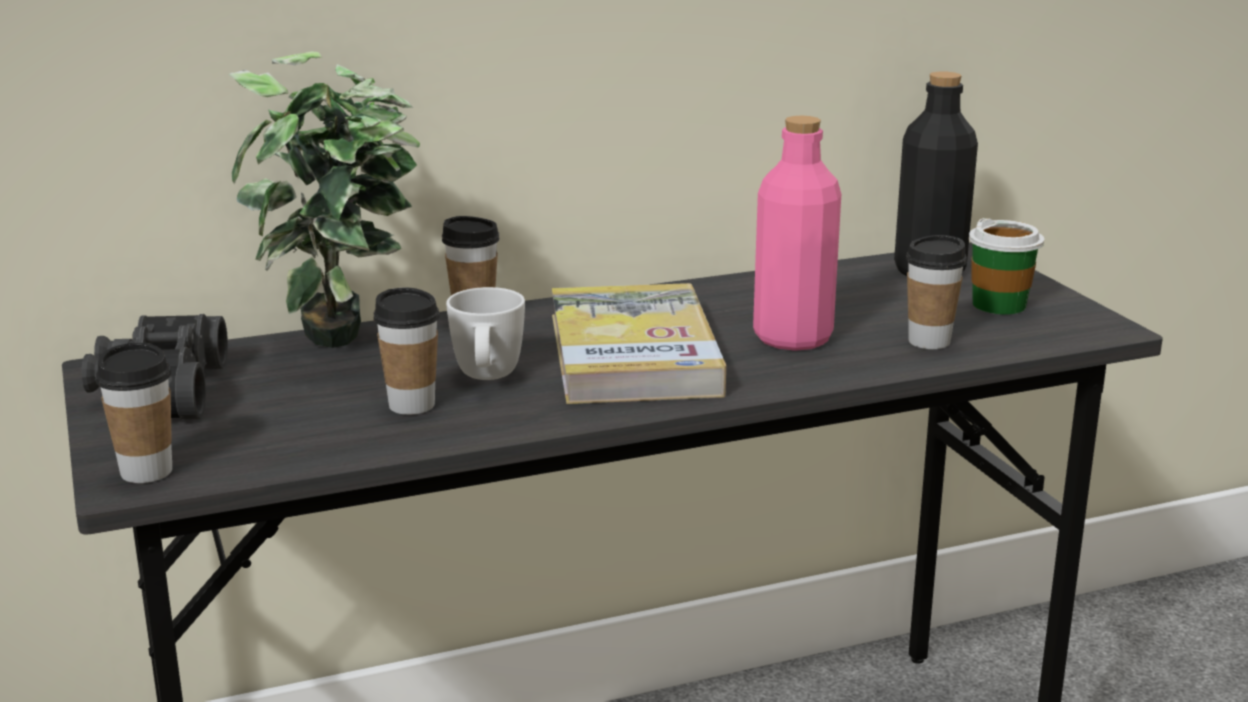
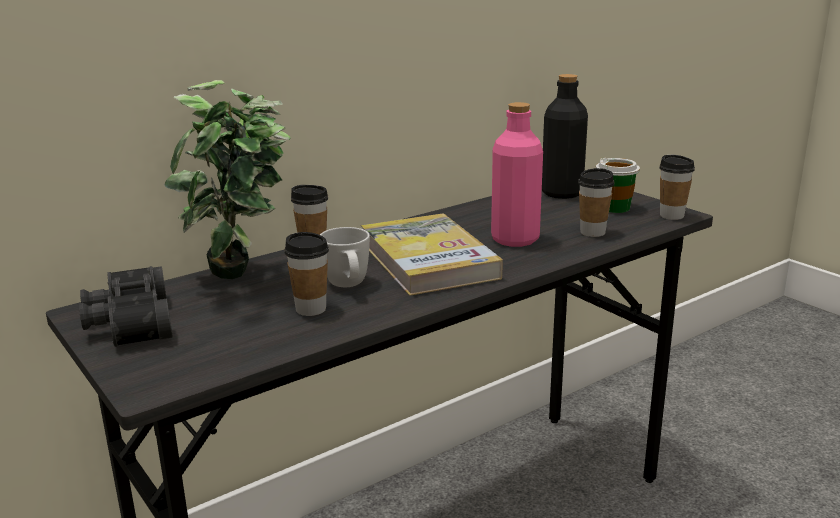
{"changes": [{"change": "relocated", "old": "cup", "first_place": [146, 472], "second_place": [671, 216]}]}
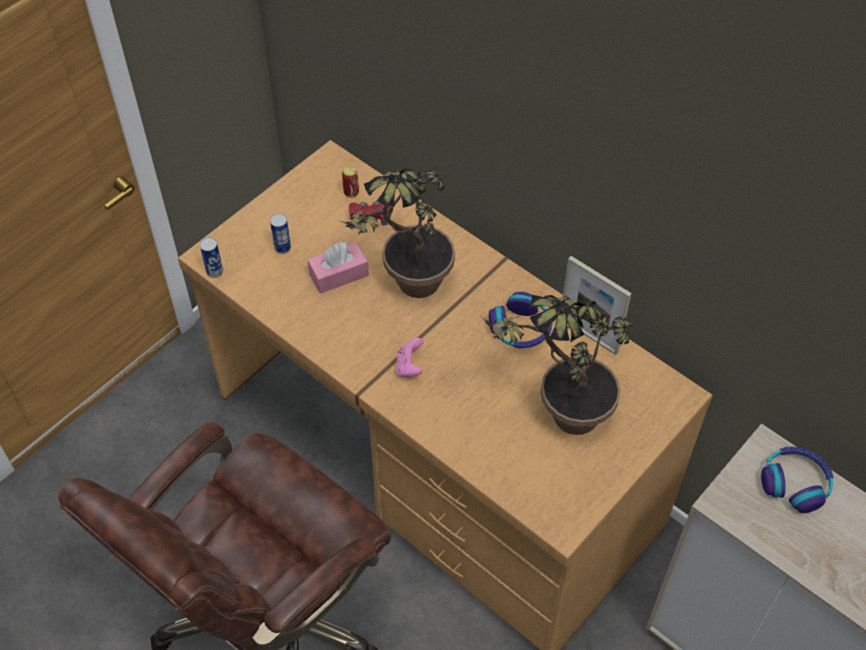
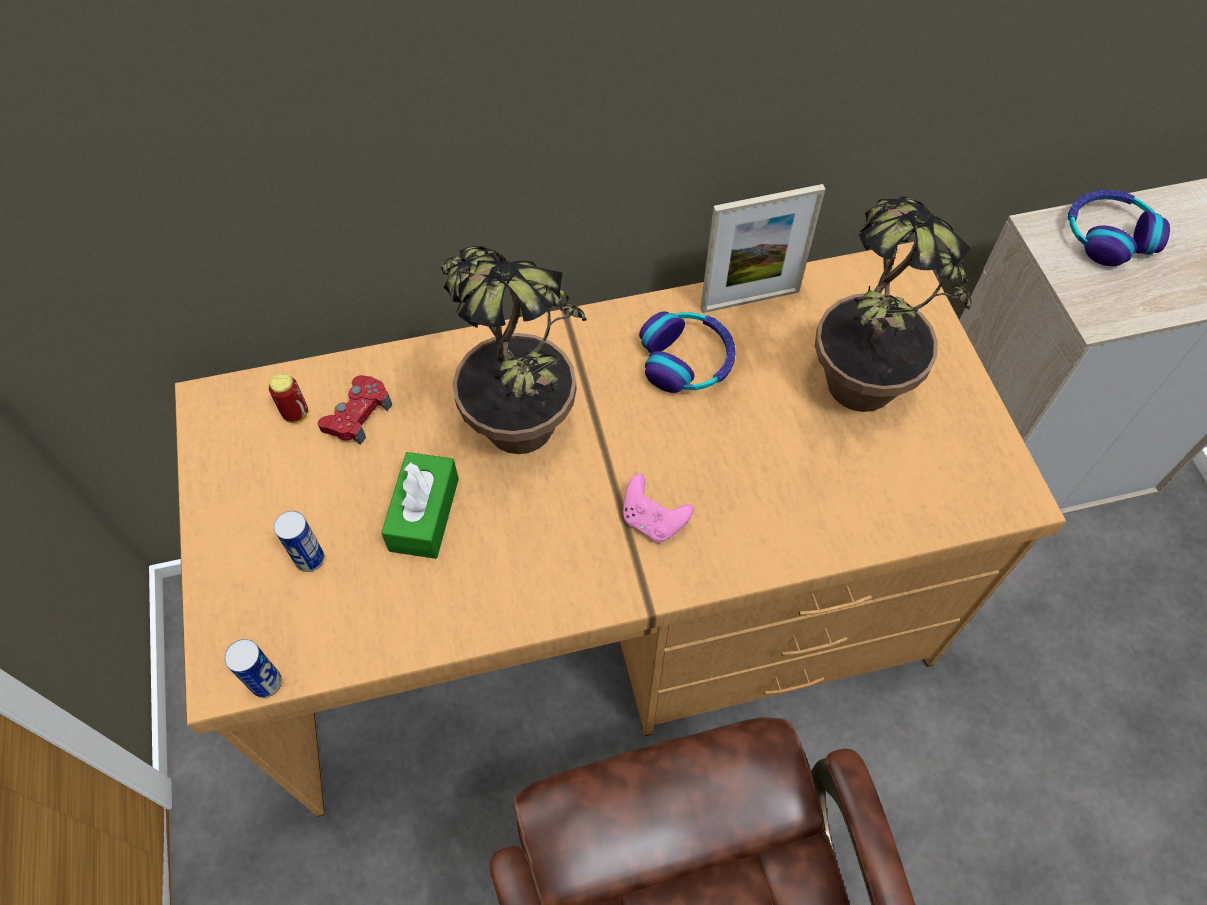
{"changes": [{"change": "colour", "old": "pink tissue box", "new": "green tissue box", "first_place": [339, 274], "second_place": [424, 514]}]}
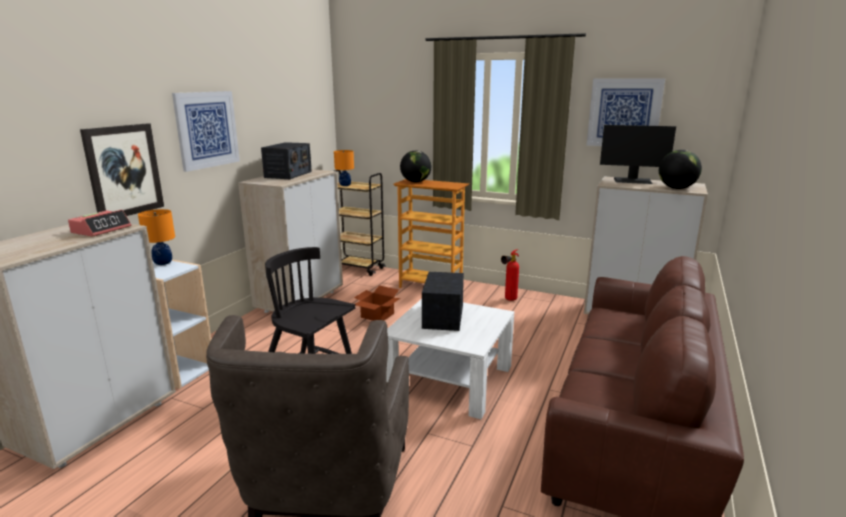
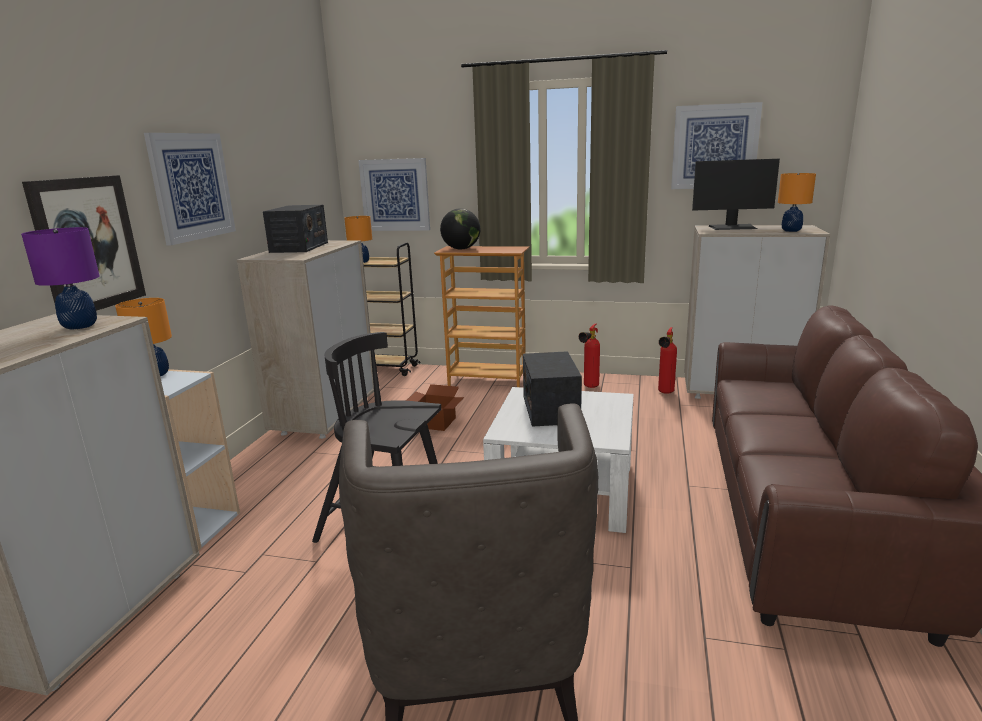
{"changes": [{"change": "exchanged", "old": "alarm clock", "new": "purple table lamp", "first_place": [101, 229], "second_place": [80, 326]}, {"change": "exchanged", "old": "globe", "new": "orange table lamp", "first_place": [676, 188], "second_place": [790, 231]}, {"change": "appeared", "new": "picture", "second_place": [395, 195]}, {"change": "appeared", "new": "fire extinguisher", "second_place": [664, 393]}]}
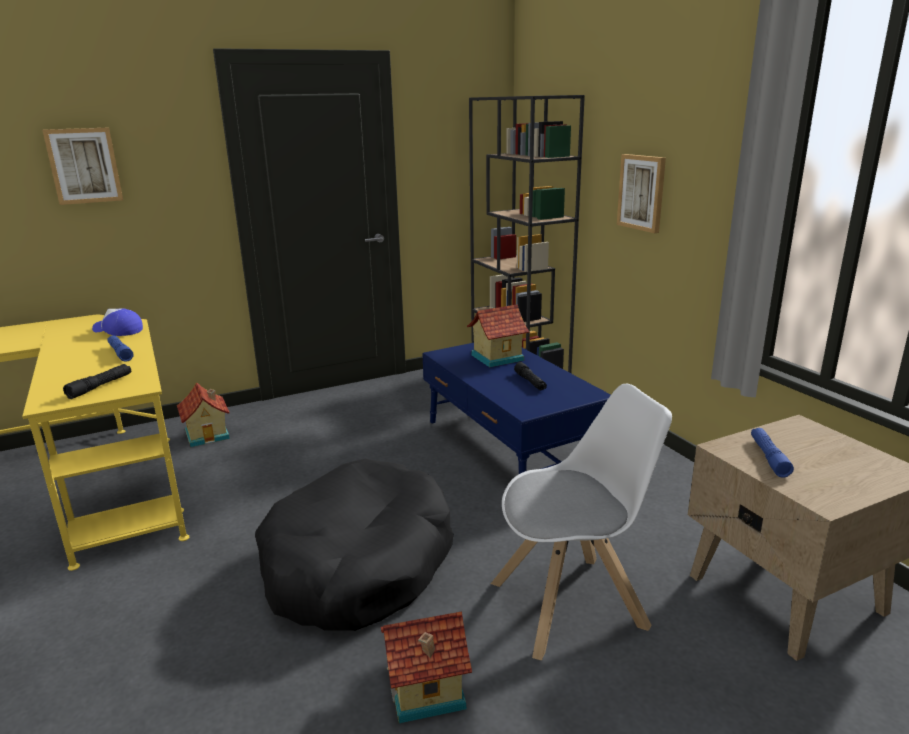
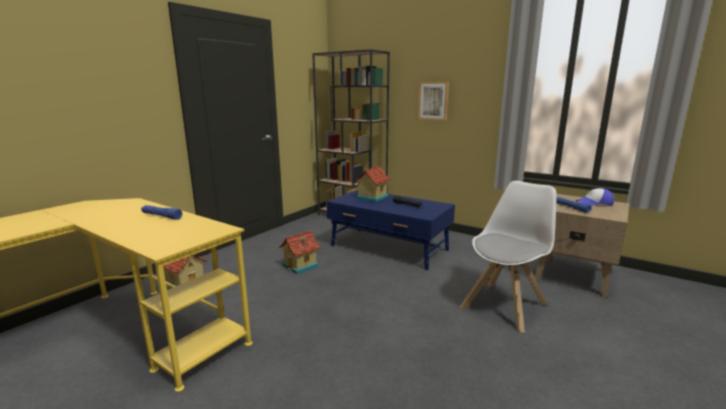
{"changes": [{"change": "missing", "old": "picture", "first_place": [84, 165]}, {"change": "missing", "old": "black flashlight", "first_place": [100, 386]}, {"change": "relocated", "old": "cap", "first_place": [118, 330], "second_place": [594, 203]}, {"change": "missing", "old": "black dog bed", "first_place": [358, 564]}, {"change": "relocated", "old": "toy house", "first_place": [427, 690], "second_place": [301, 266]}]}
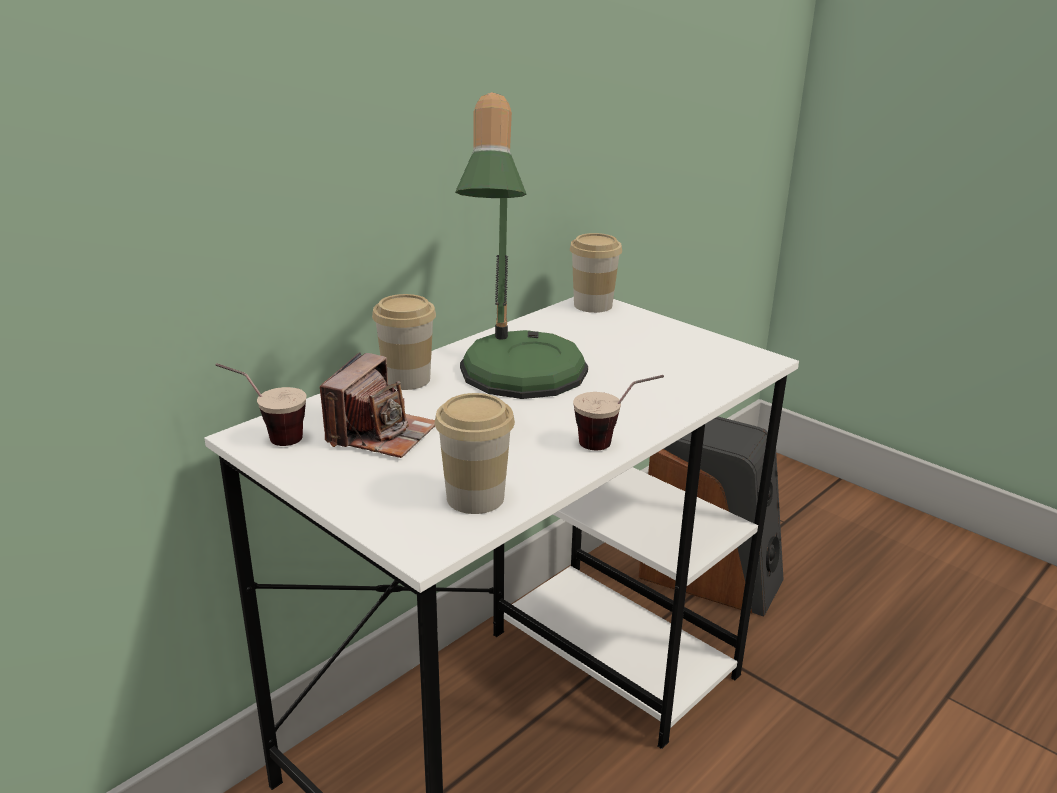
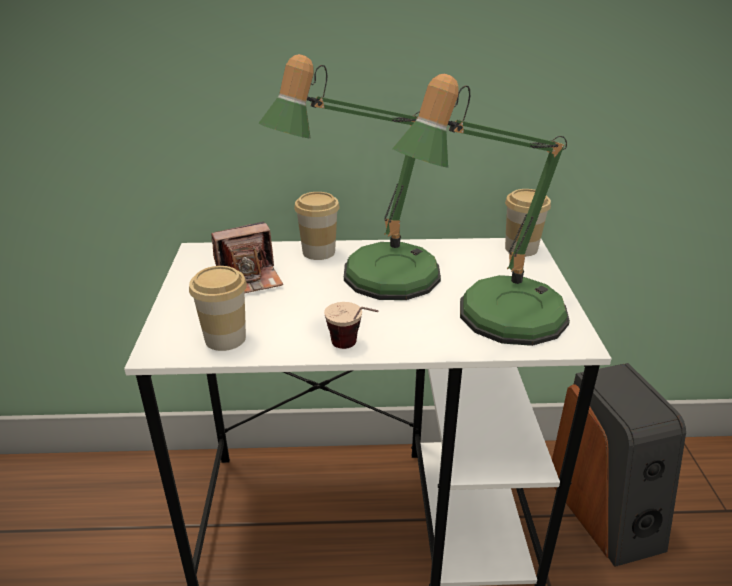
{"changes": [{"change": "missing", "old": "cup", "first_place": [267, 438]}, {"change": "appeared", "new": "table lamp", "second_place": [495, 318]}]}
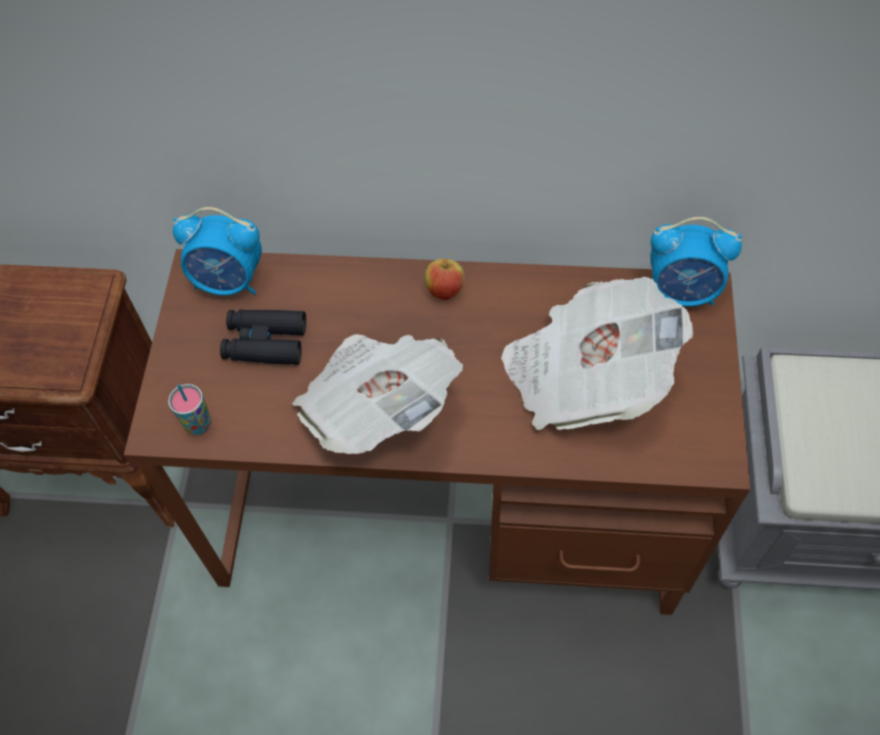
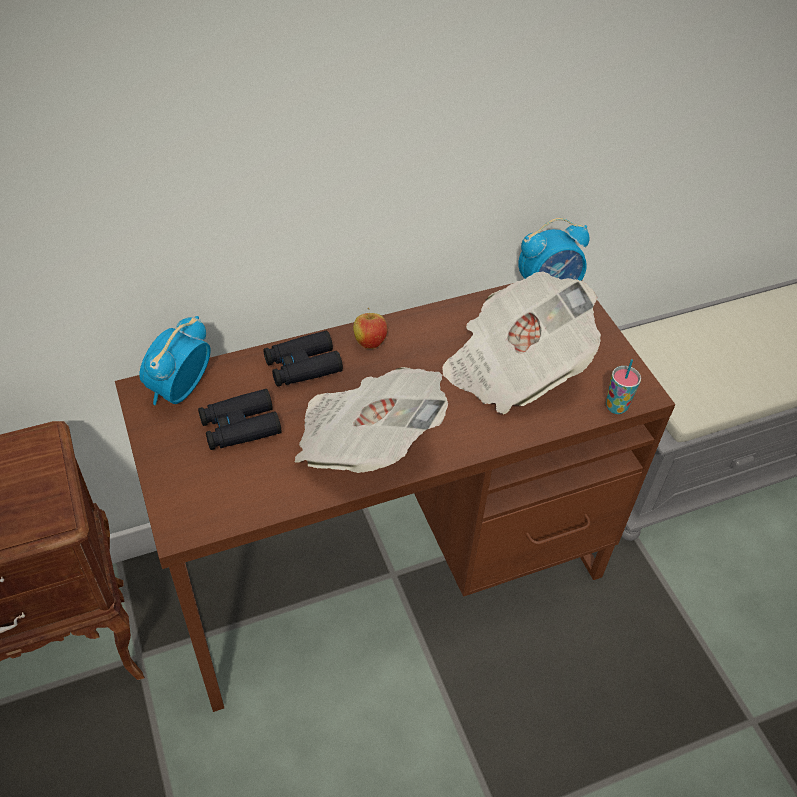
{"changes": [{"change": "relocated", "old": "cup", "first_place": [198, 424], "second_place": [616, 407]}, {"change": "spun", "old": "alarm clock", "first_place": [229, 281], "second_place": [180, 390], "degrees": 135}, {"change": "appeared", "new": "black binoculars", "second_place": [302, 366]}]}
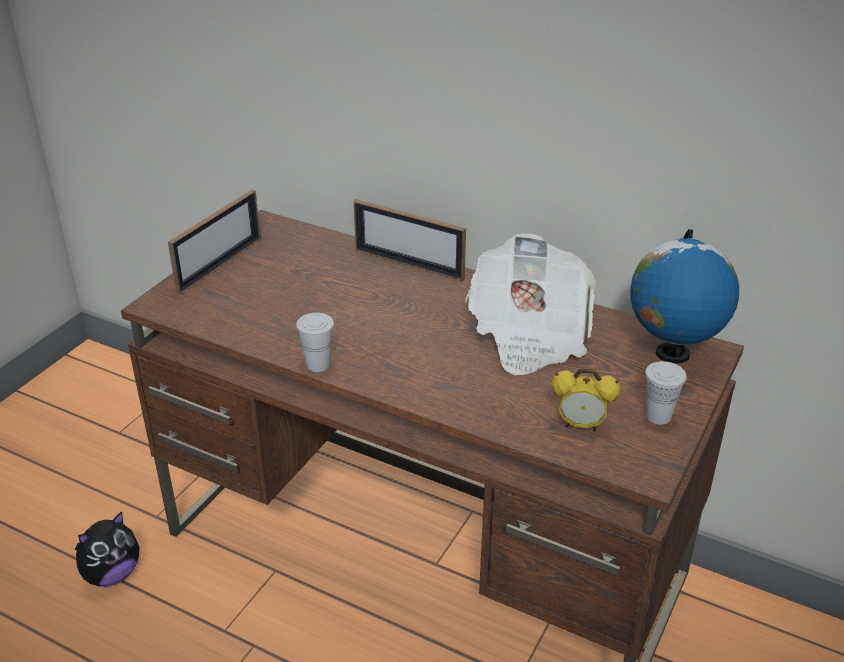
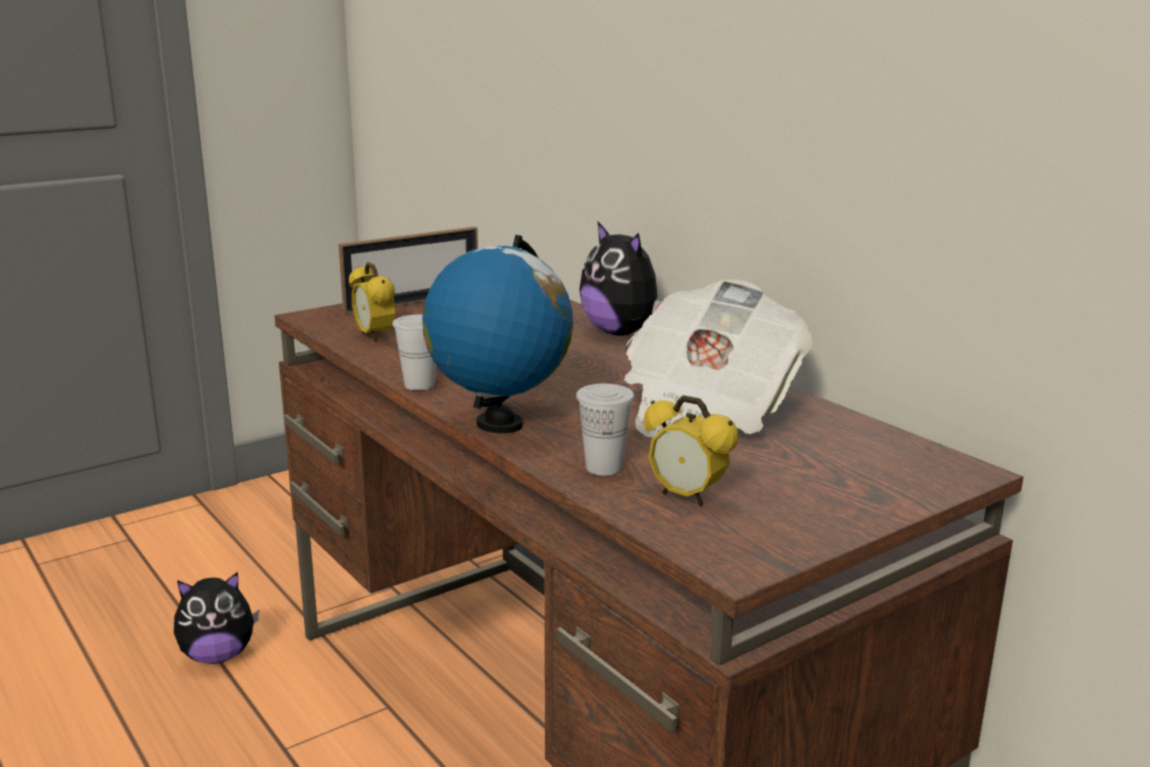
{"changes": [{"change": "exchanged", "old": "picture frame", "new": "plush toy", "first_place": [409, 264], "second_place": [622, 332]}, {"change": "relocated", "old": "globe", "first_place": [672, 354], "second_place": [499, 424]}, {"change": "relocated", "old": "white cup", "first_place": [658, 416], "second_place": [603, 467]}, {"change": "appeared", "new": "alarm clock", "second_place": [374, 336]}]}
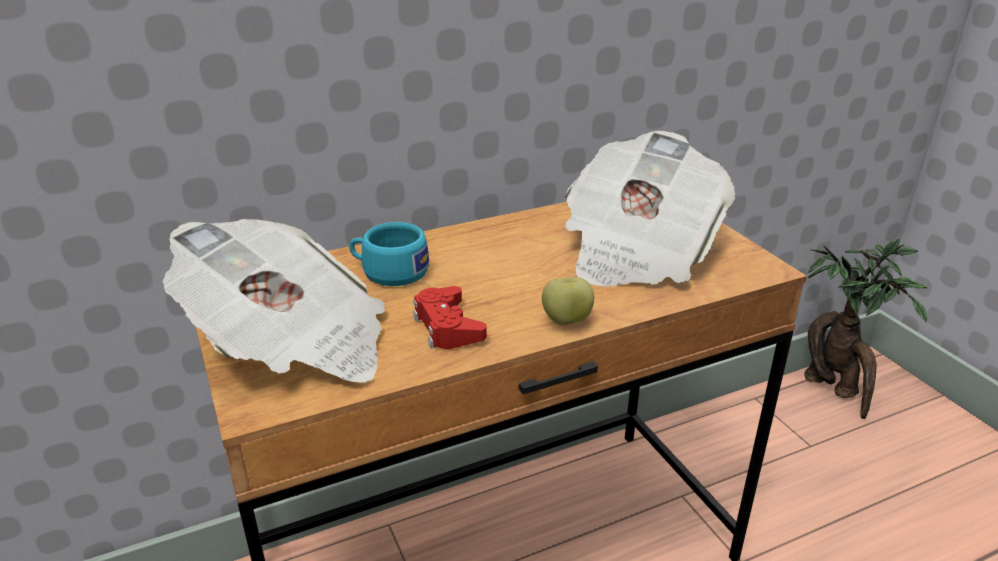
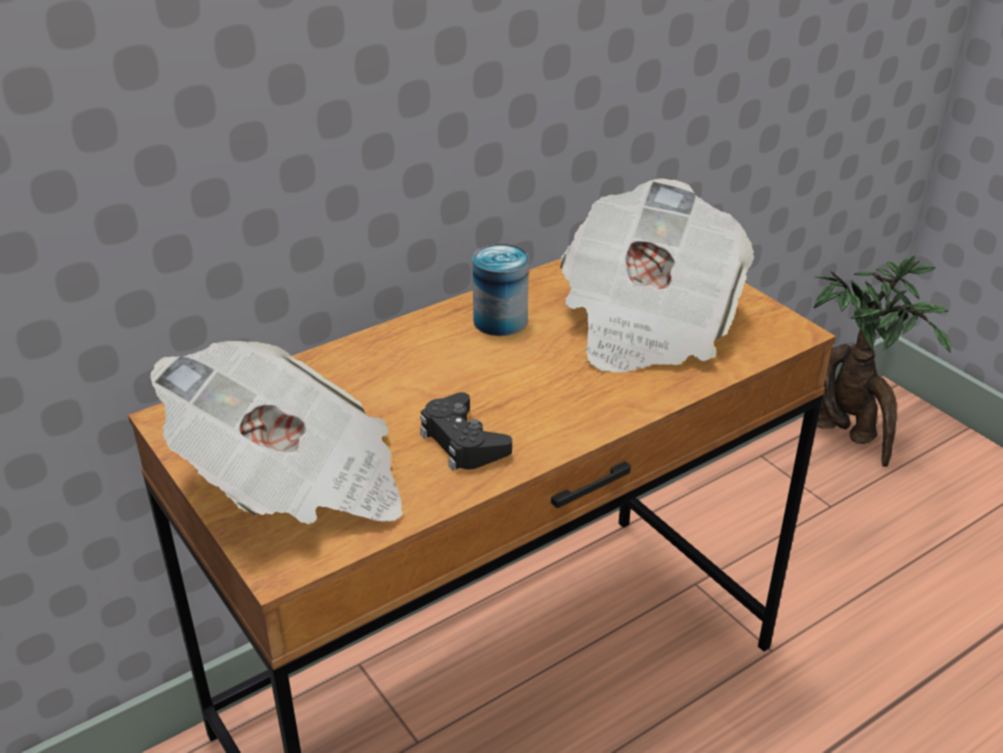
{"changes": [{"change": "missing", "old": "turquoise cup", "first_place": [389, 271]}, {"change": "colour", "old": "red game controller", "new": "black game controller", "first_place": [447, 326], "second_place": [462, 441]}, {"change": "missing", "old": "apple", "first_place": [566, 321]}, {"change": "appeared", "new": "can", "second_place": [500, 321]}]}
